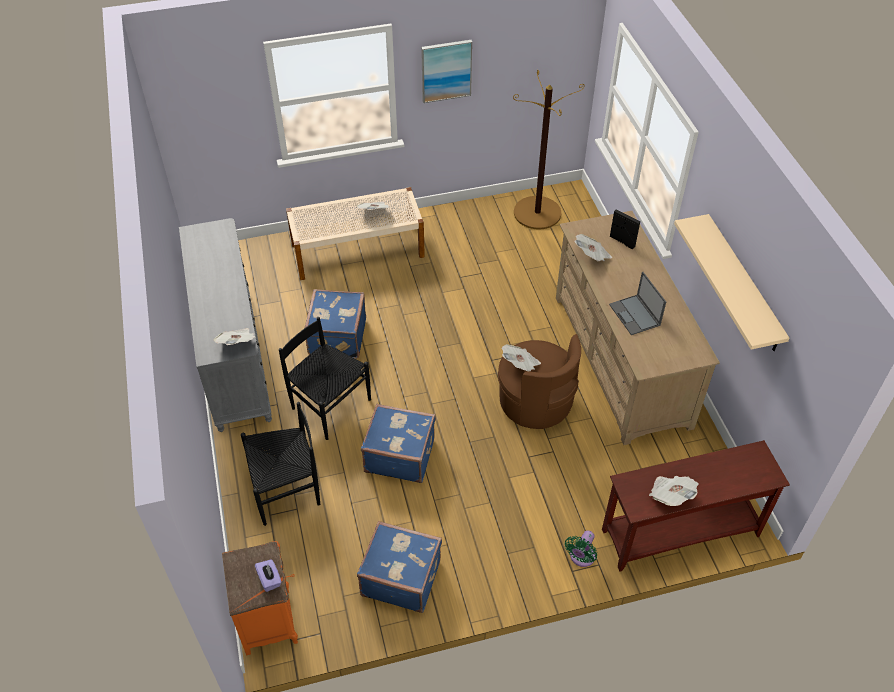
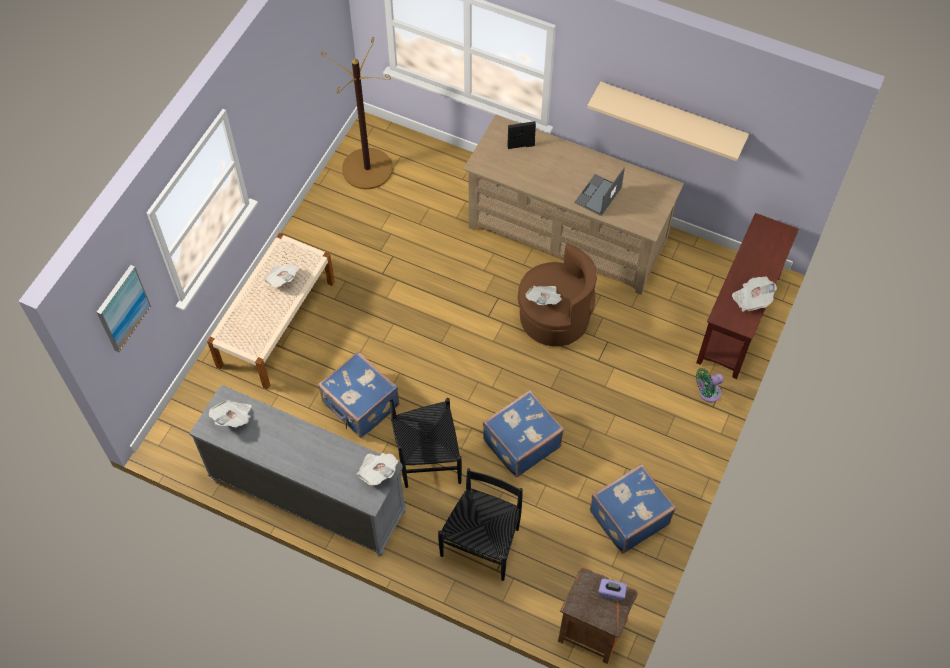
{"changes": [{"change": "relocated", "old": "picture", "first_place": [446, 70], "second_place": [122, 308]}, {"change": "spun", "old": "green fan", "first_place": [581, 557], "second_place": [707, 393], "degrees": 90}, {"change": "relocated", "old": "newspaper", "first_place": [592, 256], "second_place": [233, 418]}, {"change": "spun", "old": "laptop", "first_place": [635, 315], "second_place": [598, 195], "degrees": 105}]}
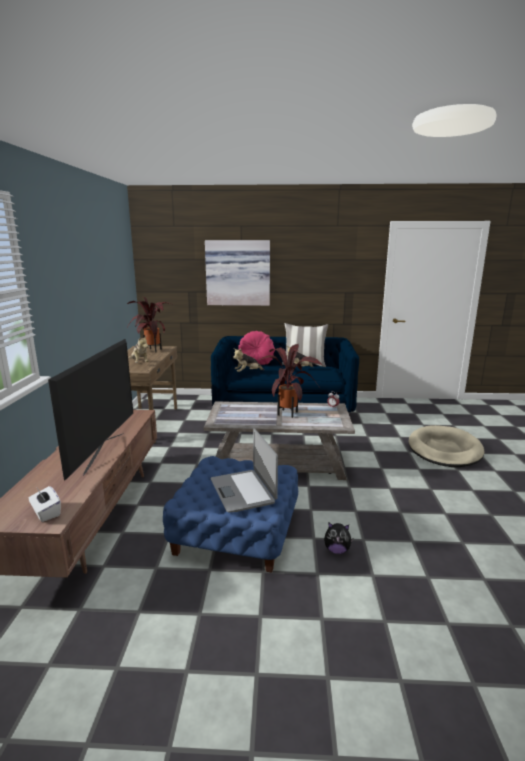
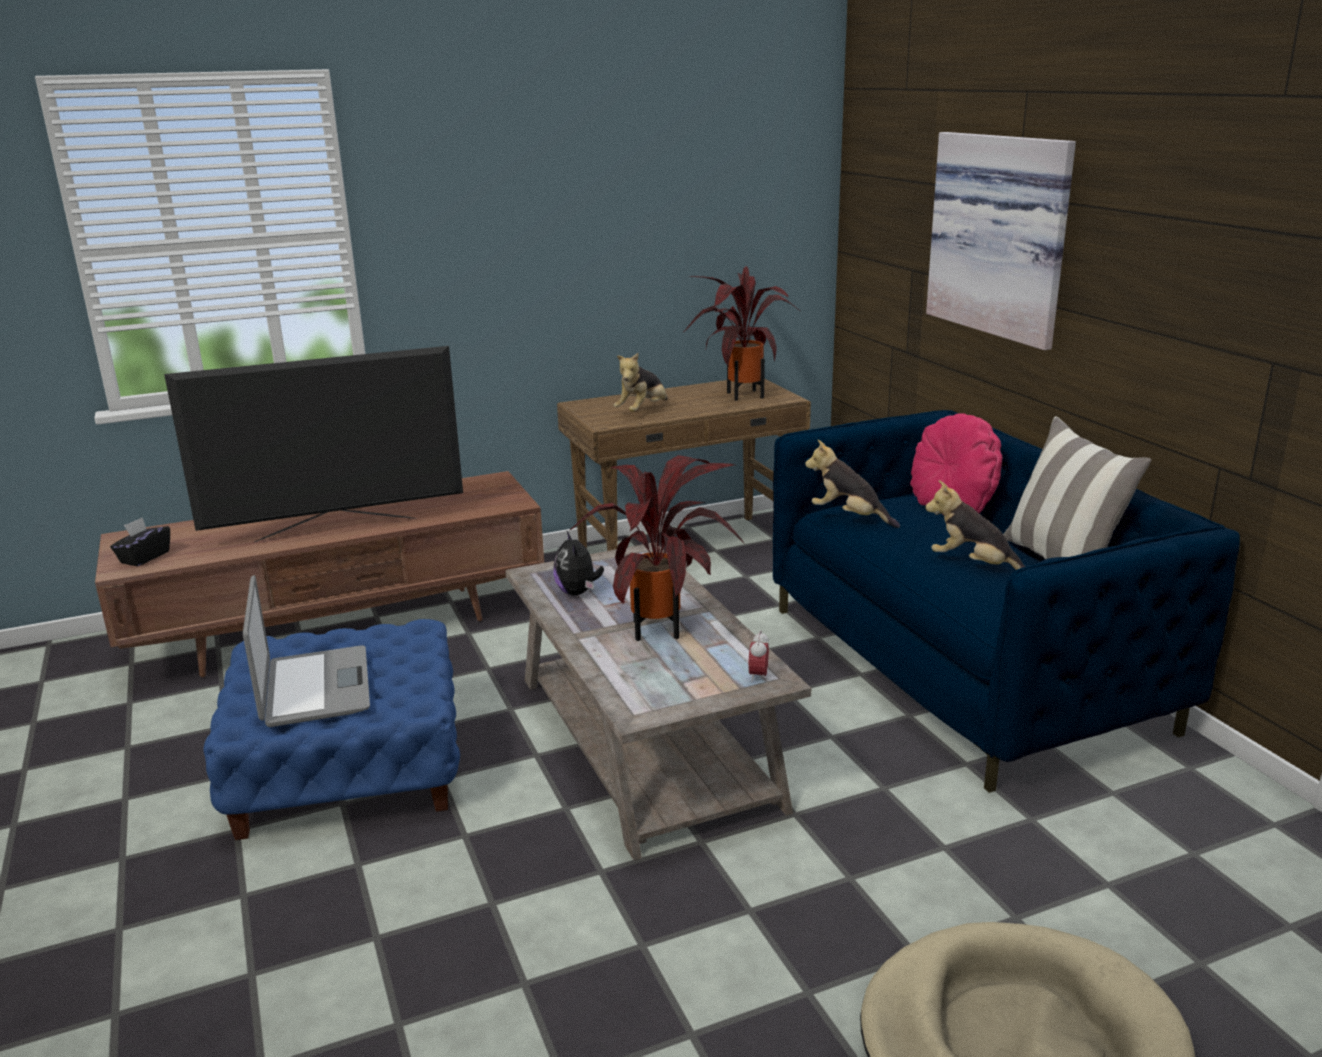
{"changes": [{"change": "colour", "old": "white tissue box", "new": "black tissue box", "first_place": [46, 513], "second_place": [144, 557]}, {"change": "spun", "old": "laptop", "first_place": [243, 491], "second_place": [314, 688], "degrees": 120}, {"change": "relocated", "old": "plush toy", "first_place": [337, 550], "second_place": [578, 592]}]}
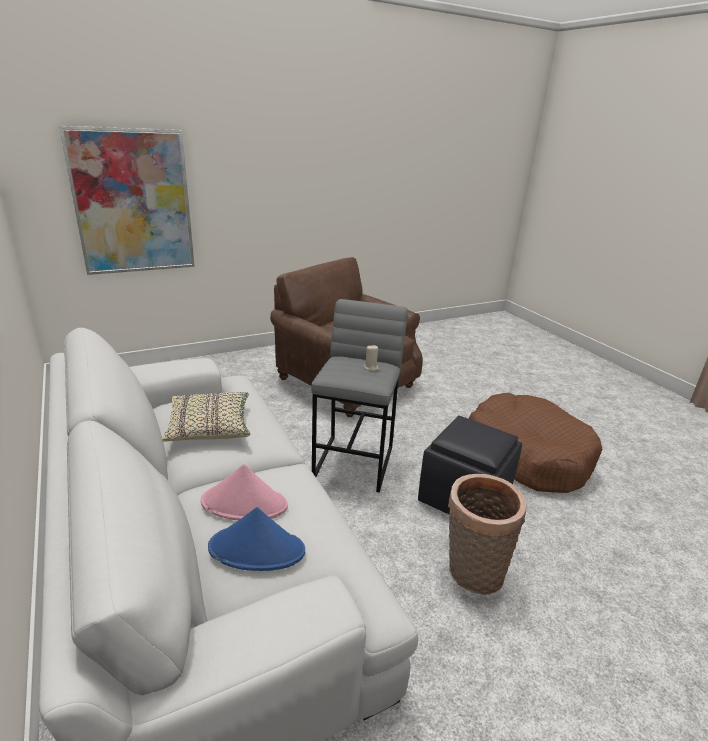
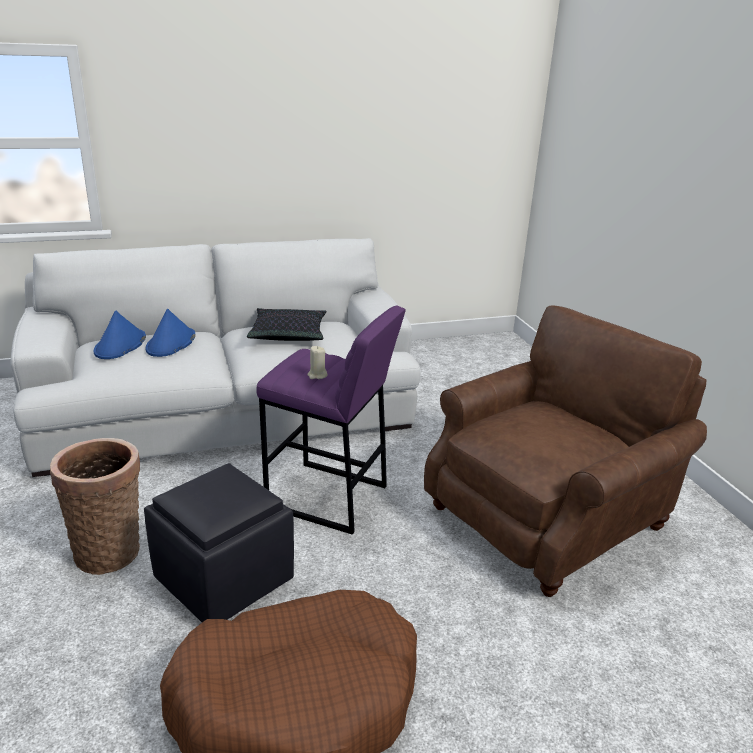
{"changes": [{"change": "missing", "old": "picture", "first_place": [133, 203]}, {"change": "colour", "old": "beige pillow", "new": "black pillow", "first_place": [209, 426], "second_place": [288, 334]}, {"change": "colour", "old": "pink hat", "new": "blue hat", "first_place": [245, 504], "second_place": [171, 343]}, {"change": "colour", "old": "grey stool", "new": "purple stool", "first_place": [354, 461], "second_place": [330, 497]}]}
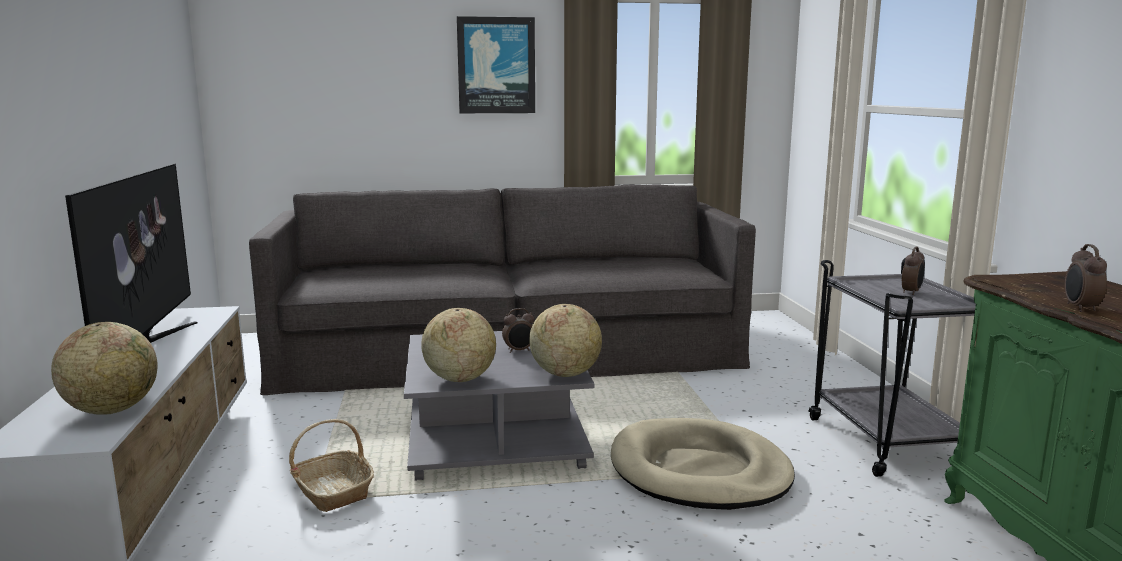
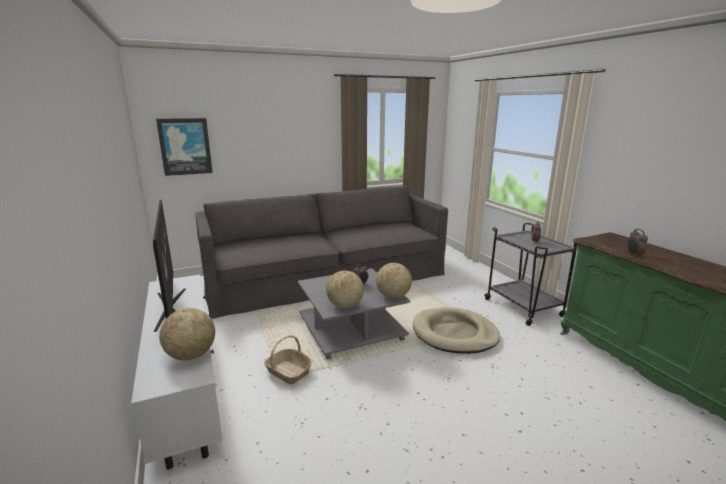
{"changes": [{"change": "relocated", "old": "picture", "first_place": [496, 65], "second_place": [185, 146]}]}
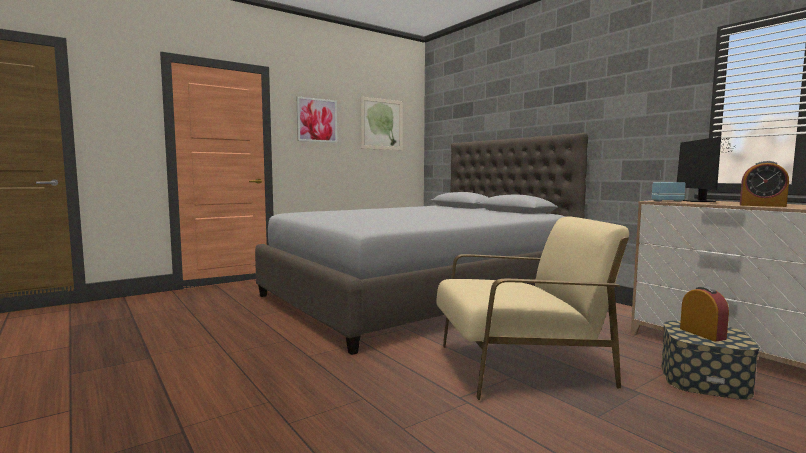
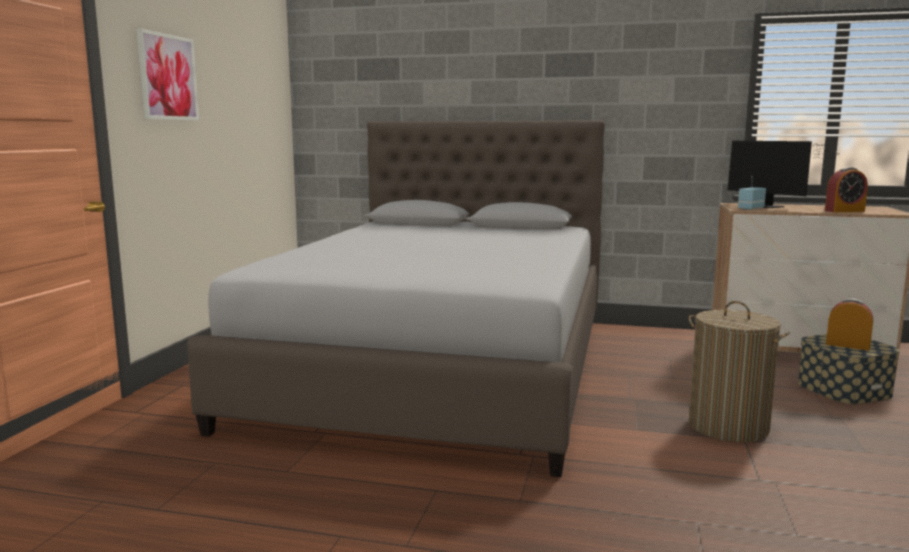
{"changes": [{"change": "missing", "old": "picture", "first_place": [382, 124]}, {"change": "exchanged", "old": "beige armchair", "new": "laundry basket", "first_place": [521, 367], "second_place": [728, 426]}]}
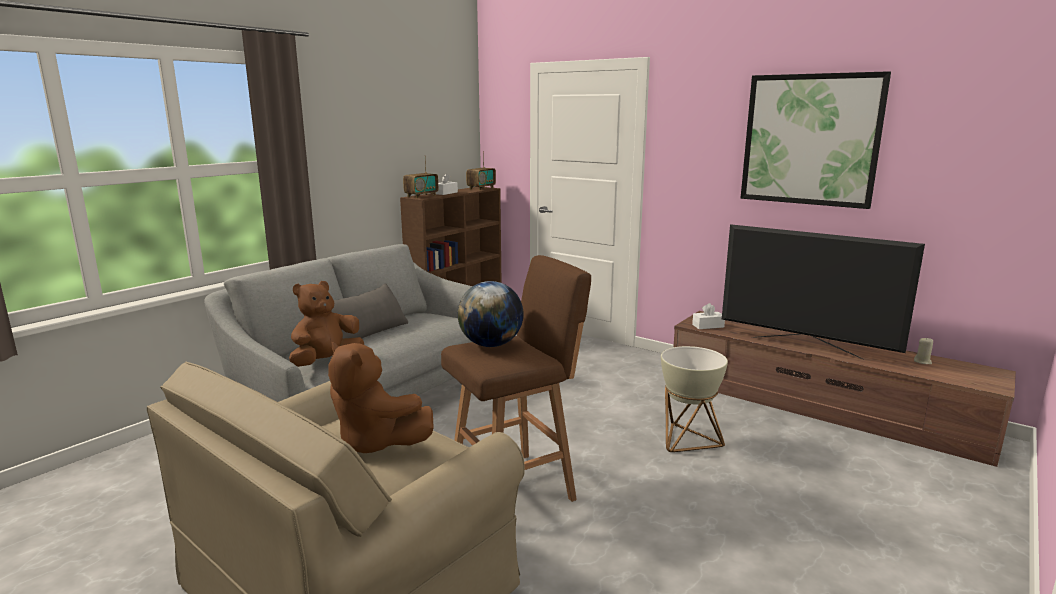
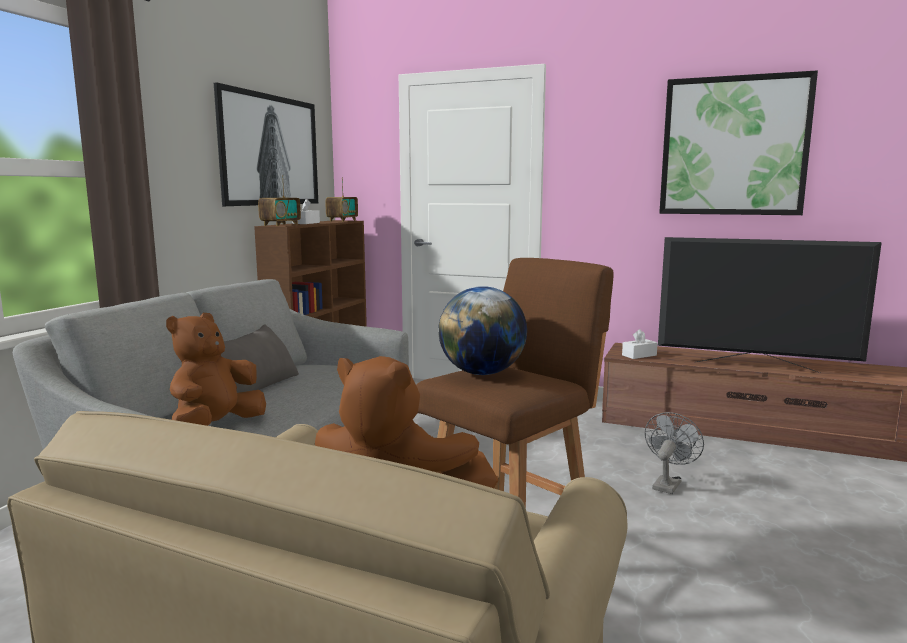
{"changes": [{"change": "exchanged", "old": "planter", "new": "grey fan", "first_place": [686, 441], "second_place": [667, 483]}, {"change": "missing", "old": "beige candle", "first_place": [922, 362]}, {"change": "appeared", "new": "picture", "second_place": [269, 150]}]}
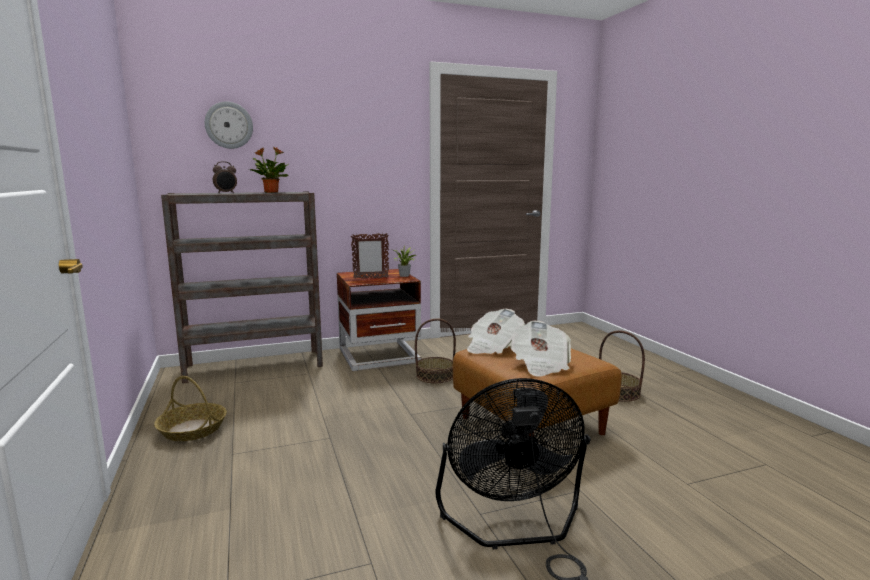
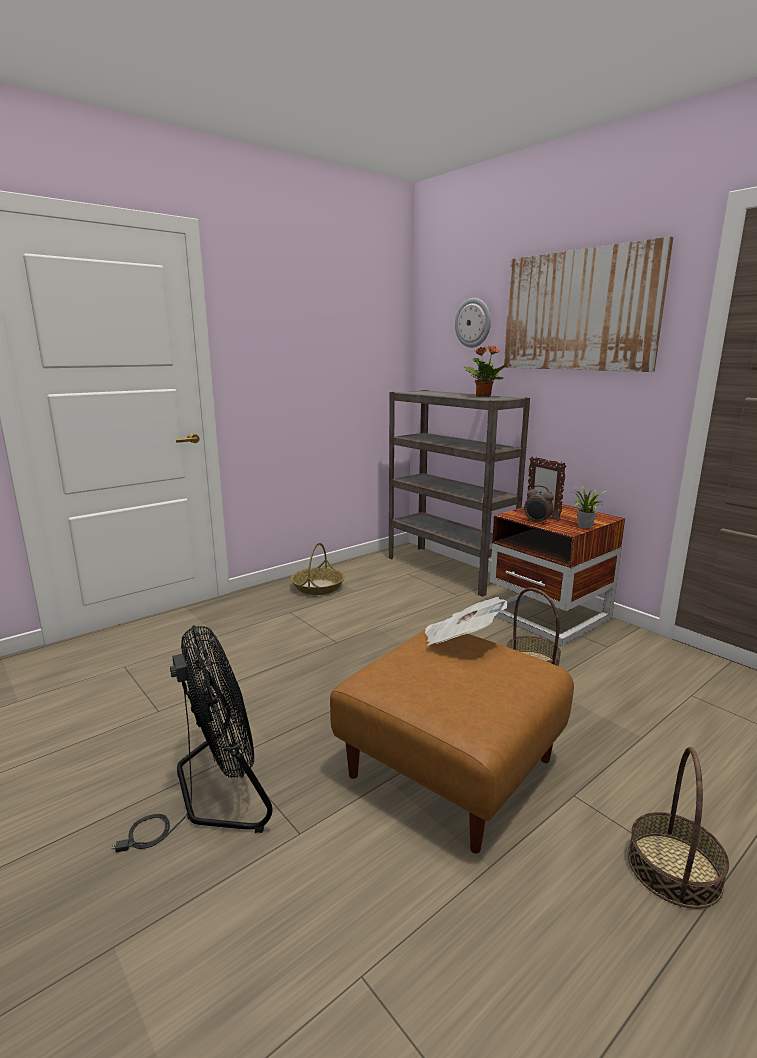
{"changes": [{"change": "relocated", "old": "alarm clock", "first_place": [226, 193], "second_place": [537, 522]}, {"change": "missing", "old": "newspaper", "first_place": [540, 365]}, {"change": "appeared", "new": "picture", "second_place": [578, 311]}]}
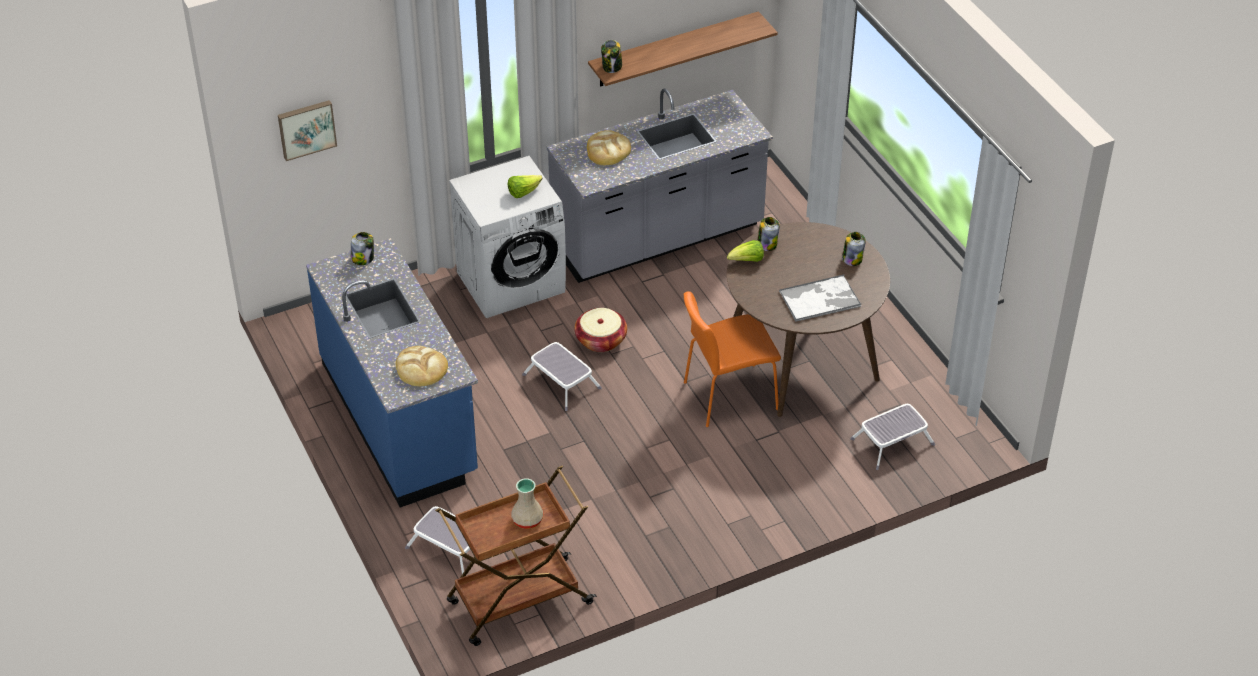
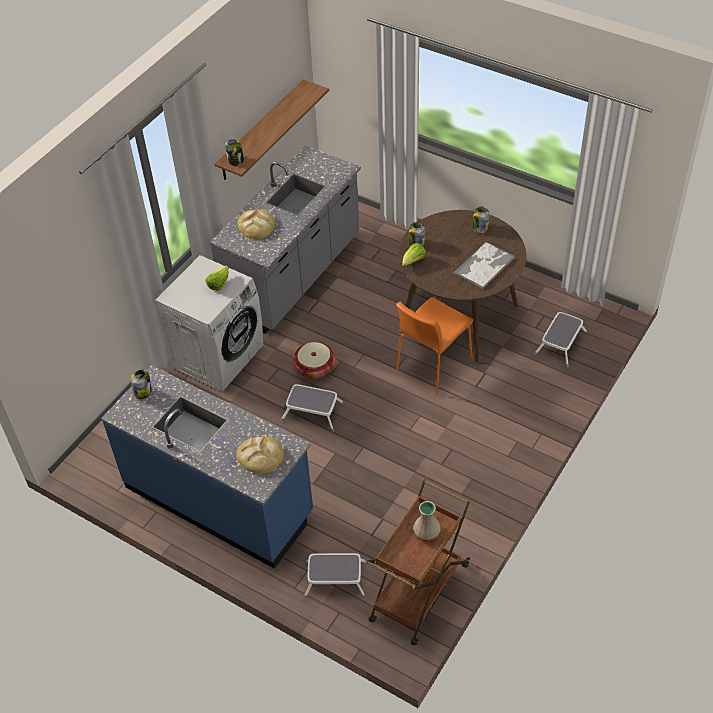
{"changes": [{"change": "missing", "old": "picture", "first_place": [306, 128]}]}
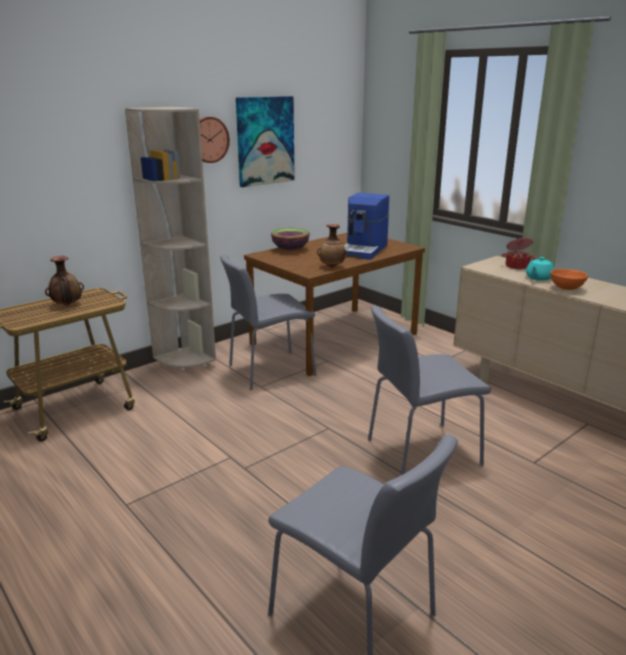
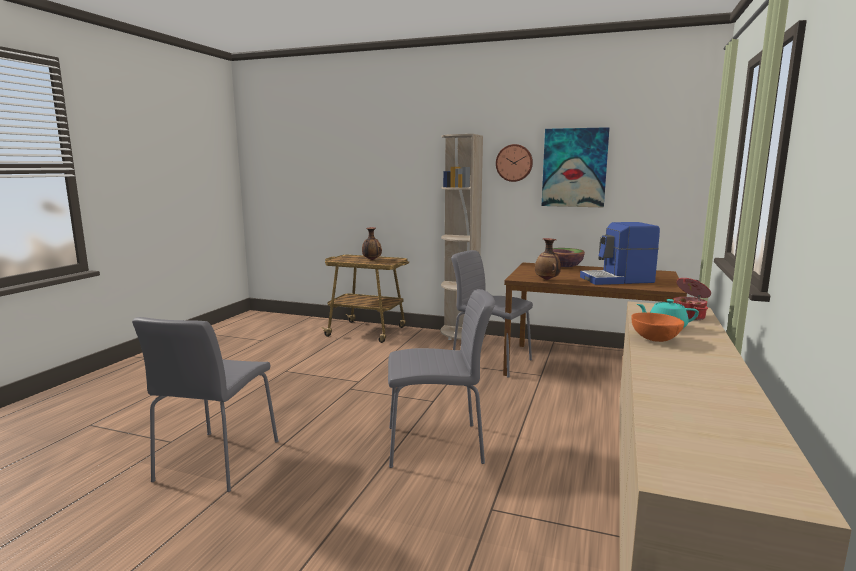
{"changes": [{"change": "spun", "old": "grey chair", "first_place": [419, 453], "second_place": [438, 444], "degrees": 135}]}
